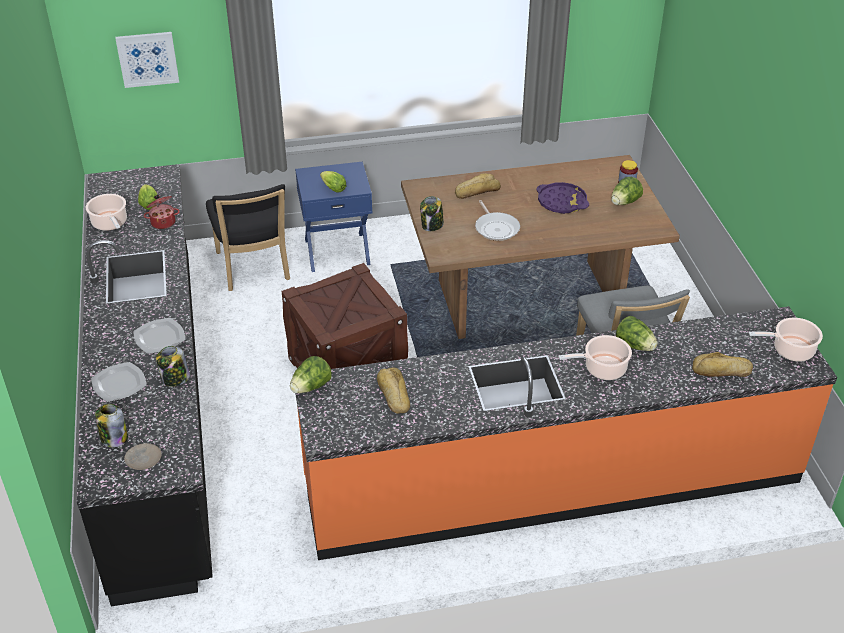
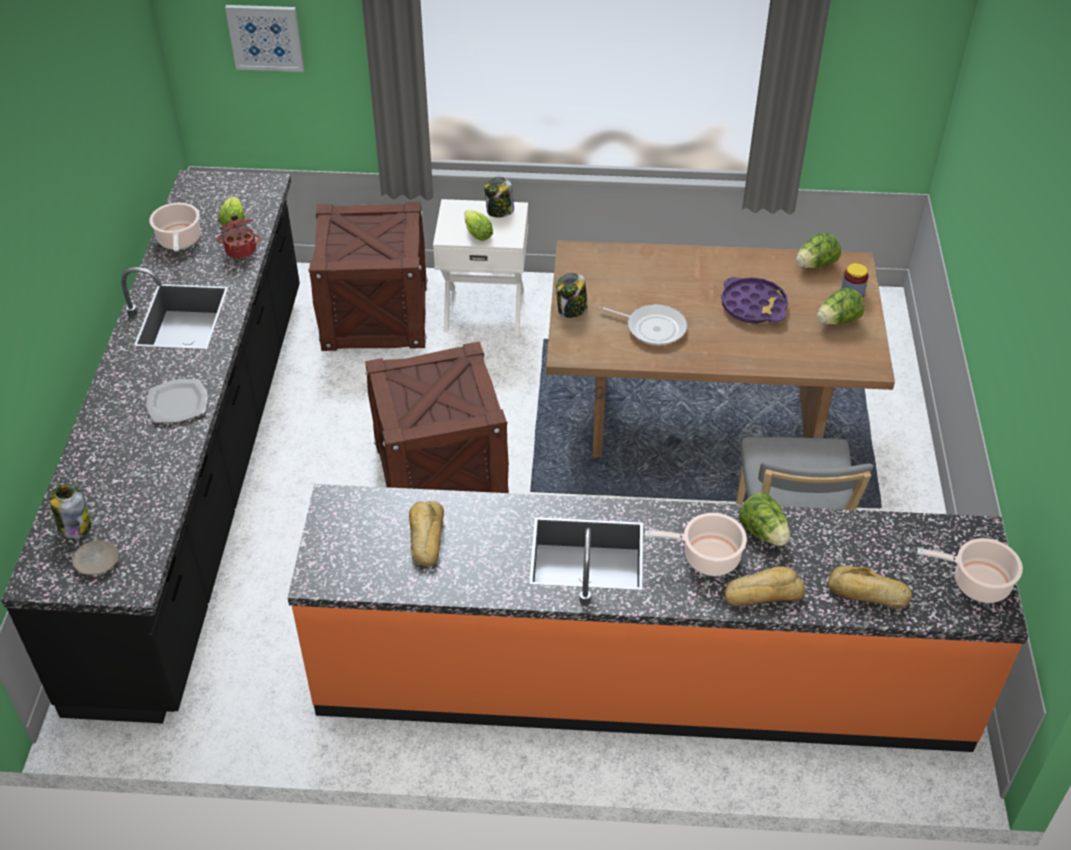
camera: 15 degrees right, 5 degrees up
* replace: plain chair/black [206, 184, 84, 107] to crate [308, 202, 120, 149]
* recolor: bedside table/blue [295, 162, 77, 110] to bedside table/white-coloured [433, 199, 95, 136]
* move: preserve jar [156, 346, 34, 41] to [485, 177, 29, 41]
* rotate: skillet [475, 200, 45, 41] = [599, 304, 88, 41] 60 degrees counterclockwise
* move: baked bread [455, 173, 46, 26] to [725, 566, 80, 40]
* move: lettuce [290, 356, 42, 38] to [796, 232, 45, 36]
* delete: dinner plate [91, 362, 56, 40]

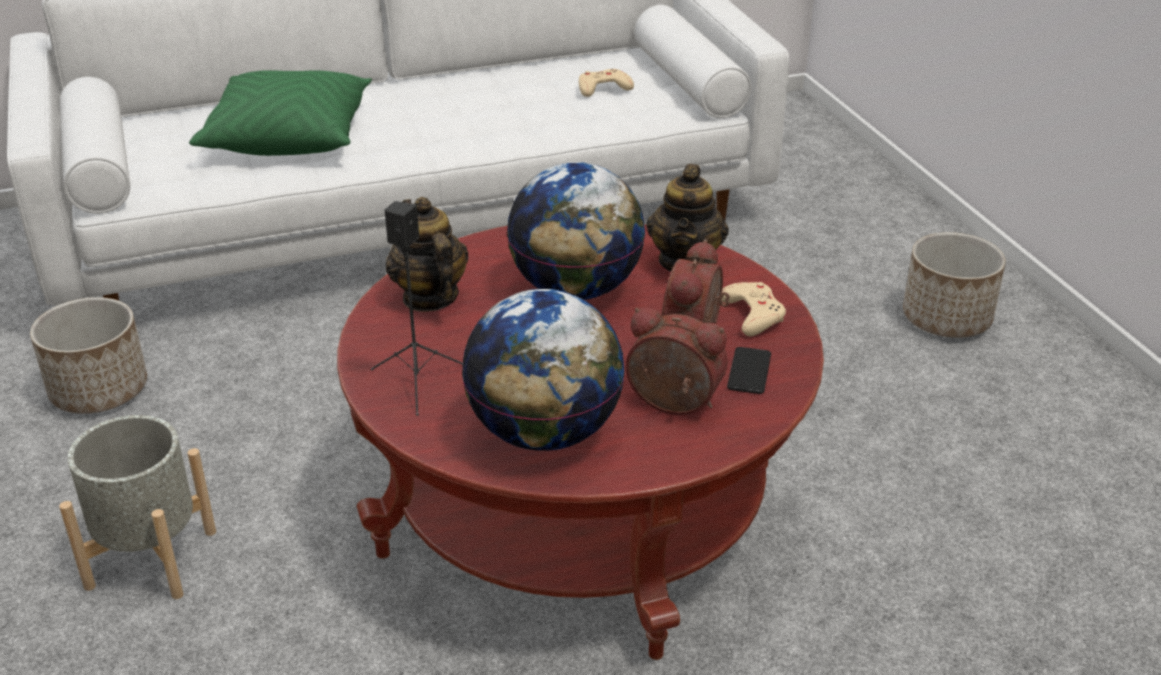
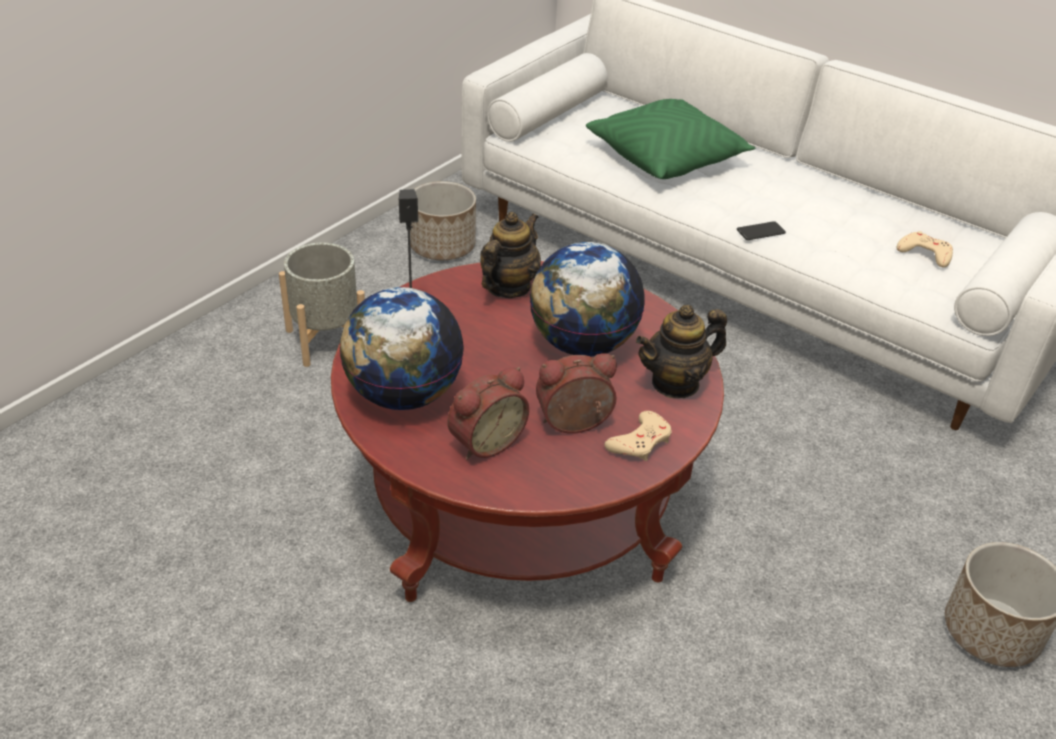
camera: 55 degrees right, 5 degrees up
* rotate: table clock [626, 308, 102, 107] = [447, 367, 82, 93] 60 degrees clockwise
* move: telephone [727, 347, 44, 47] to [737, 221, 49, 19]

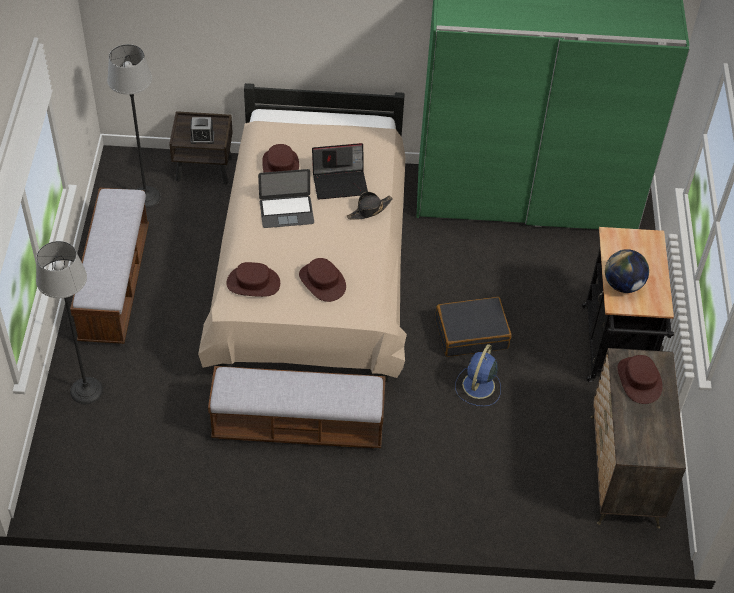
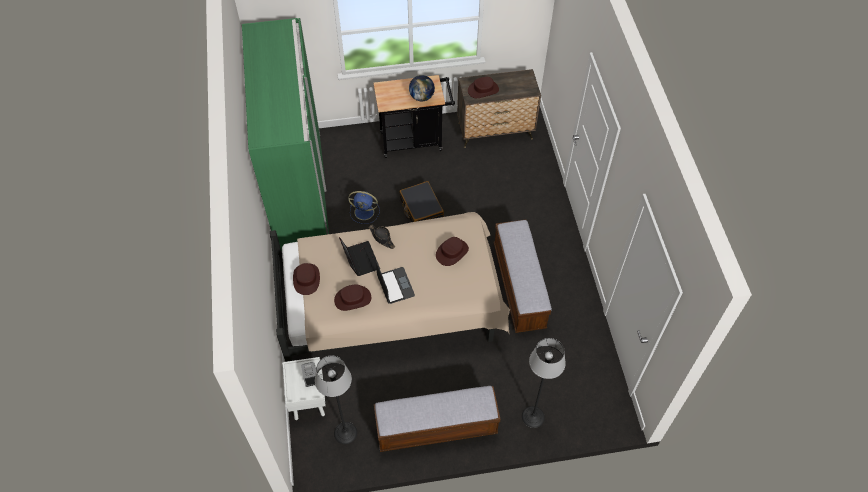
camera: 100 degrees left, 5 degrees up
* recolor: bedside table/brownish [169, 111, 64, 73] to bedside table/white-coloured [283, 357, 43, 63]
* move: wearable hat/brownish [226, 262, 54, 35] to [293, 263, 27, 32]
* move: fan/blue [455, 344, 46, 62] to [348, 191, 32, 33]

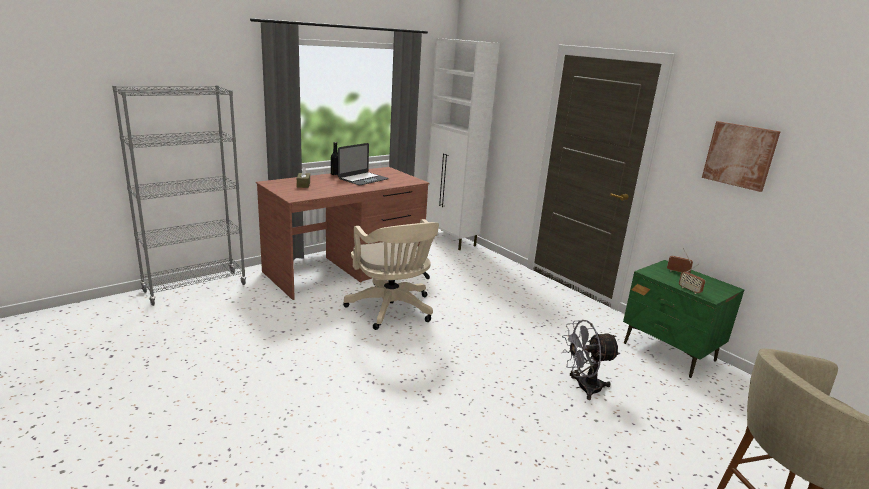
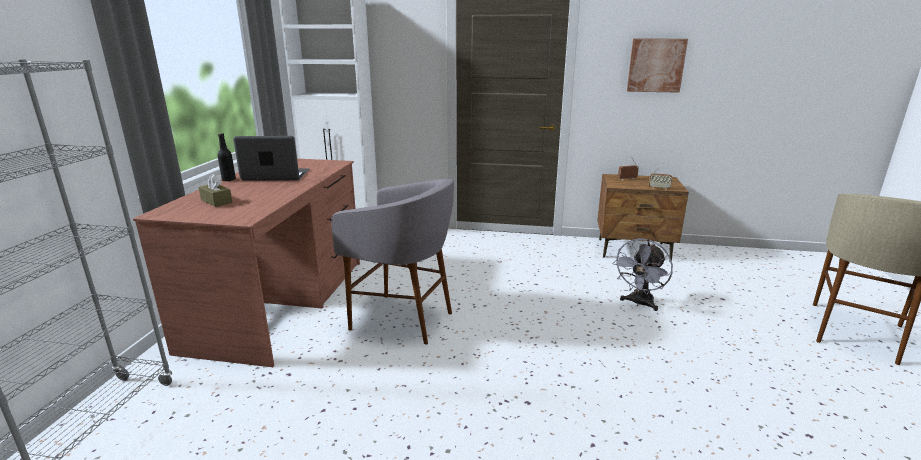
camera: 40 degrees left, 0 degrees up
* rotate: notebook computer [338, 143, 51, 42] = [233, 136, 76, 45] 90 degrees counterclockwise
* replace: desk chair/sand-coloured [343, 219, 96, 111] to stool/grey [331, 179, 123, 166]
* recolor: bedside table/green [623, 260, 121, 118] to bedside table/brownish [597, 174, 92, 88]

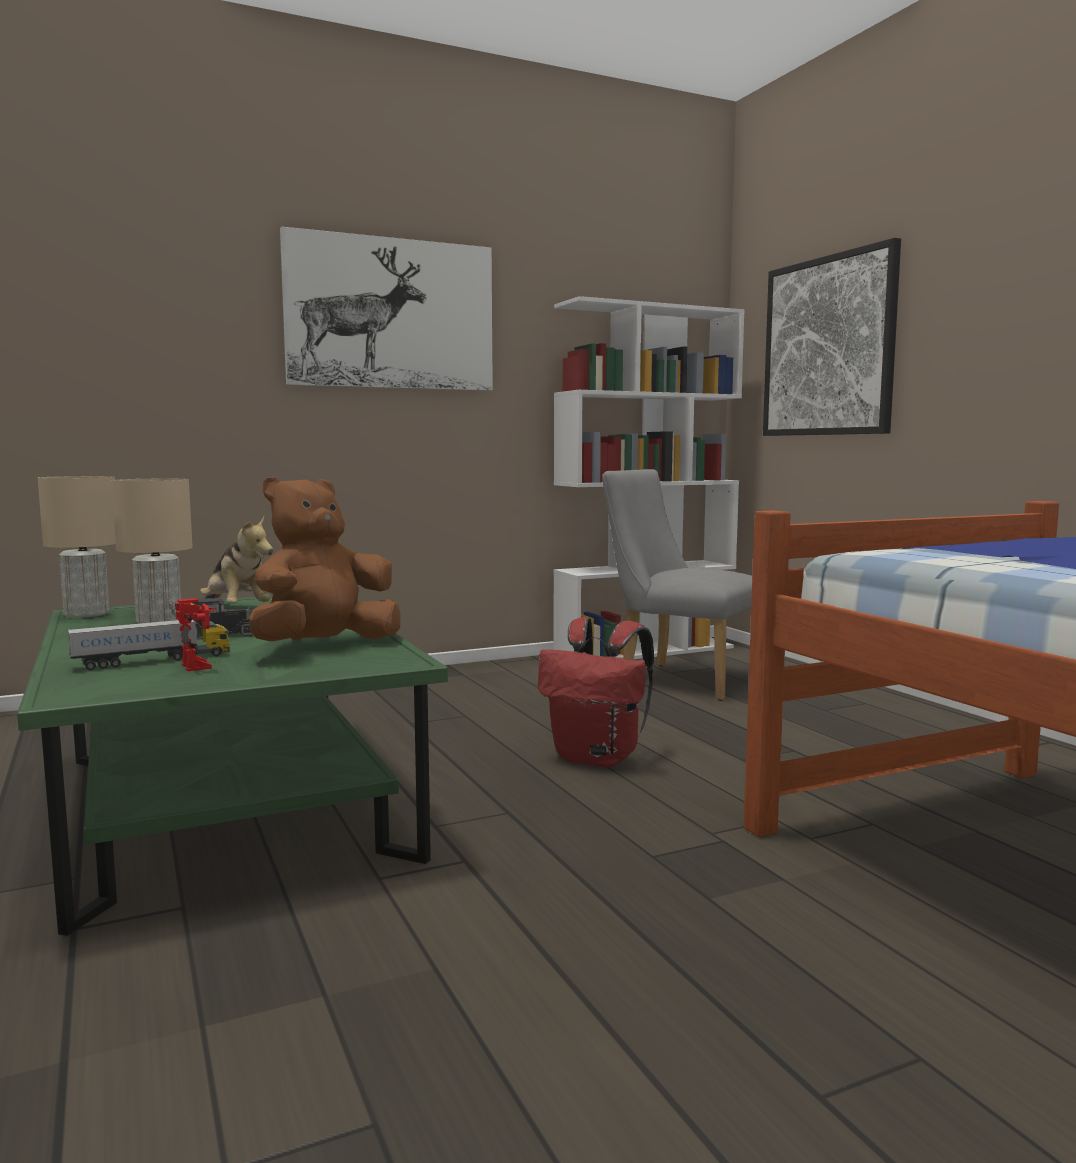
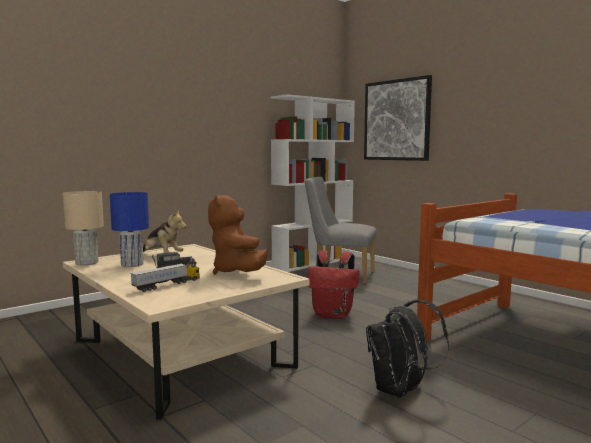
camera: 15 degrees left, 0 degrees up
* recolor: low table/green [17, 596, 431, 340] to low table/sand-coloured [63, 244, 247, 176]
* recolor: lamp for a table/sand-coloured [111, 479, 82, 145] to lamp for a table/blue [110, 192, 39, 75]
* rotate: plush toy/brownish [249, 477, 152, 164] = [208, 194, 60, 80] 45 degrees counterclockwise
* insert: backpack/black [366, 300, 83, 98]
* delete: toy robot [175, 598, 41, 73]
* delete: wall picture [280, 227, 213, 164]

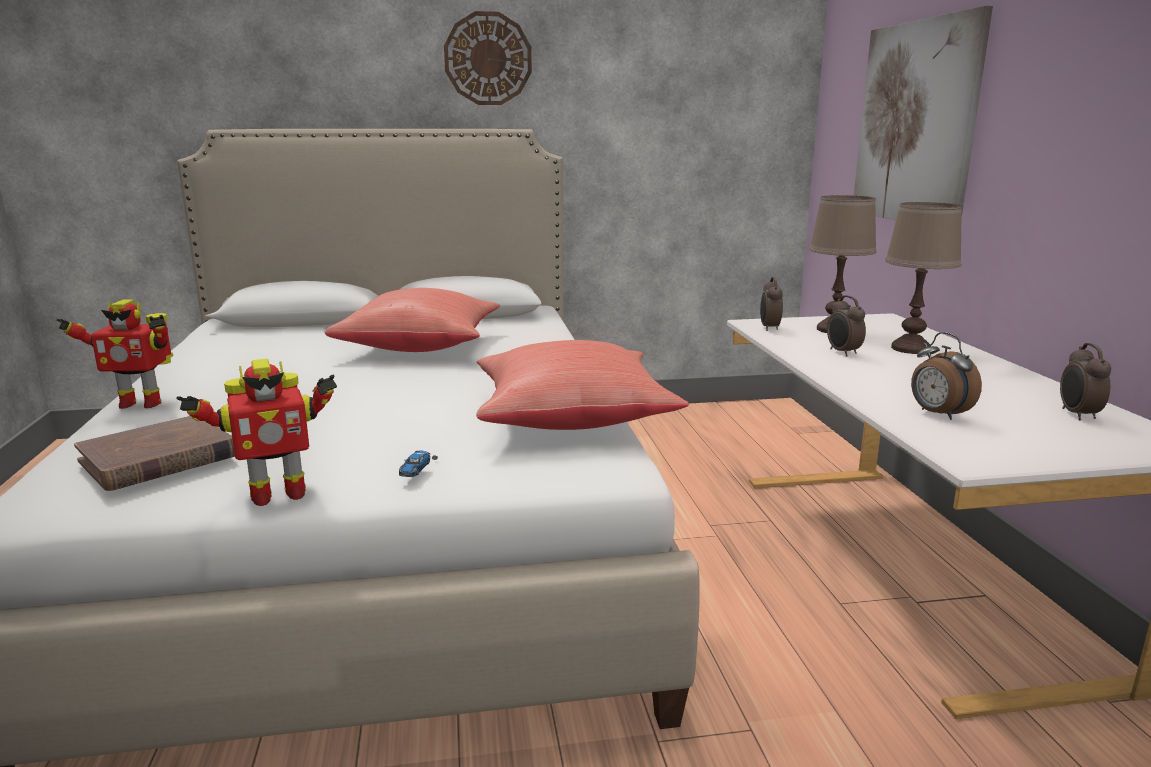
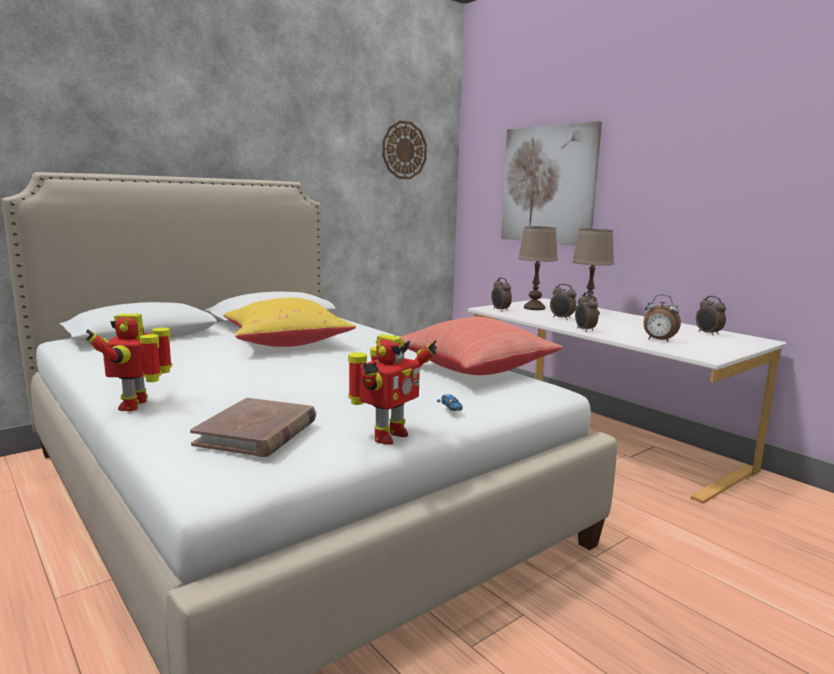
camera: 30 degrees left, 5 degrees down
* rotate: toy robot [56, 299, 117, 110] = [86, 313, 86, 98] 120 degrees clockwise
* recolor: pillow/reddish [324, 288, 176, 64] to pillow/yellow-coloured [223, 298, 133, 49]
* move: wall clock [444, 11, 88, 94] to [382, 121, 45, 58]
* insert: table clock [575, 292, 23, 40]

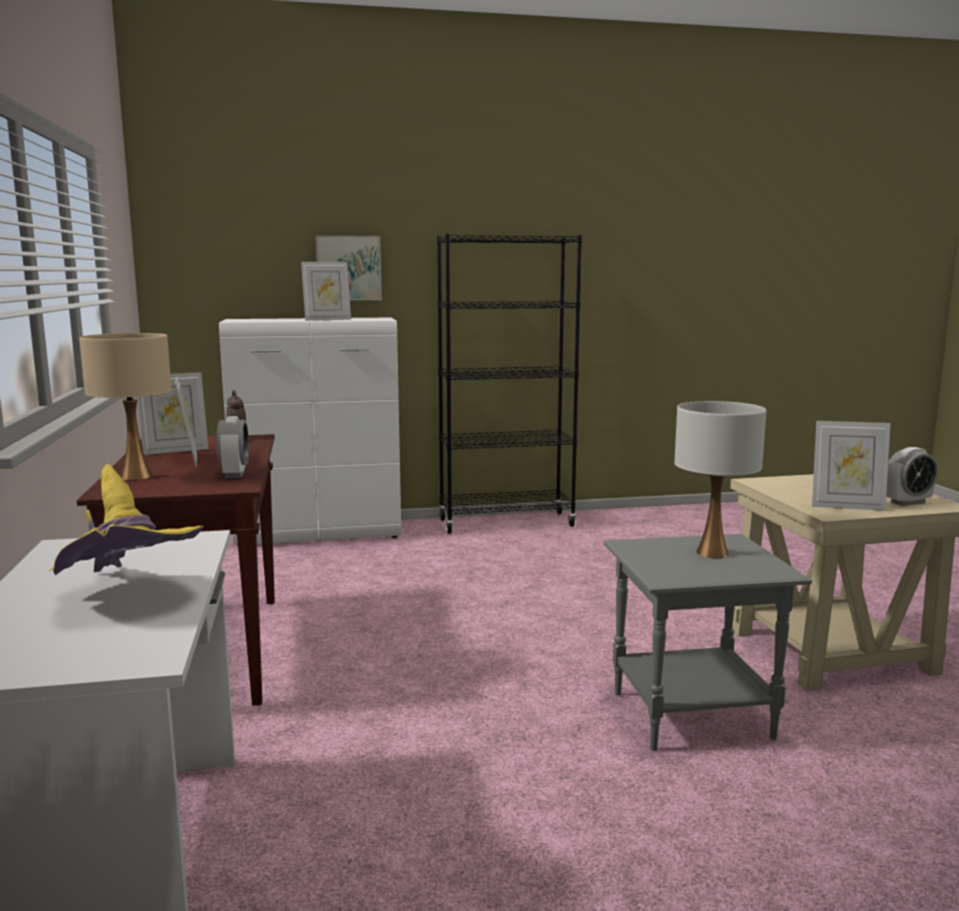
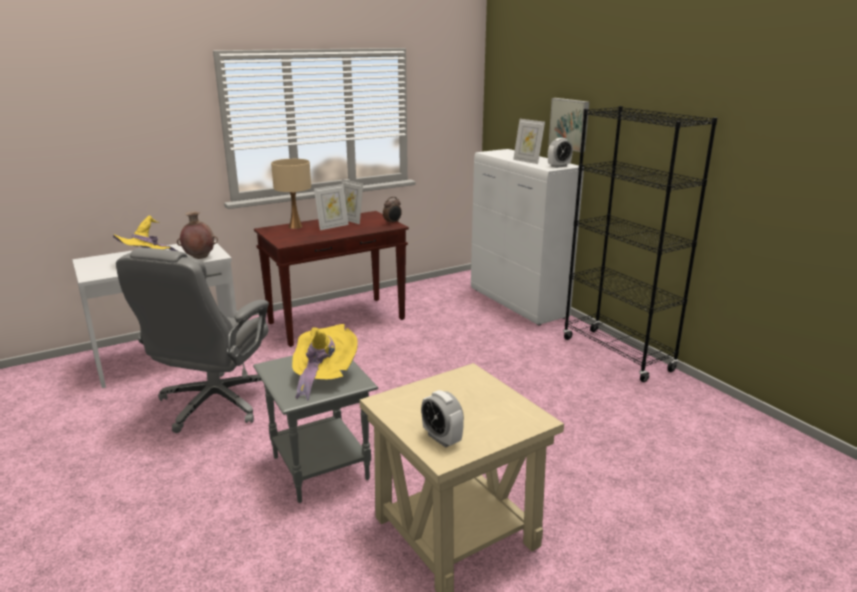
camera: 70 degrees right, 10 degrees up
* insert: desk chair/grey [116, 248, 153, 185]
* insert: flower vase/brownish [177, 211, 41, 48]
* replace: lamp for a table/white-coloured [674, 401, 92, 157] to wearable hat/yellow-coloured [292, 324, 66, 77]
* move: table clock [217, 416, 32, 62] to [548, 138, 25, 30]
* delete: photo frame [812, 421, 78, 89]

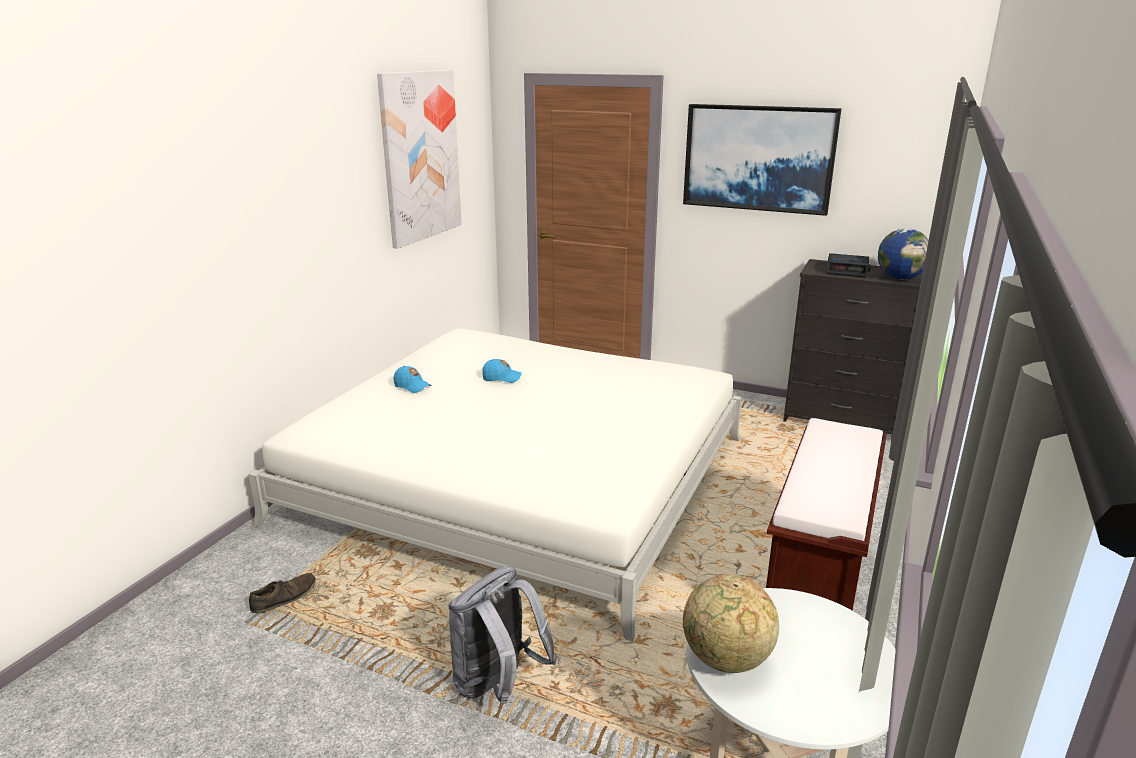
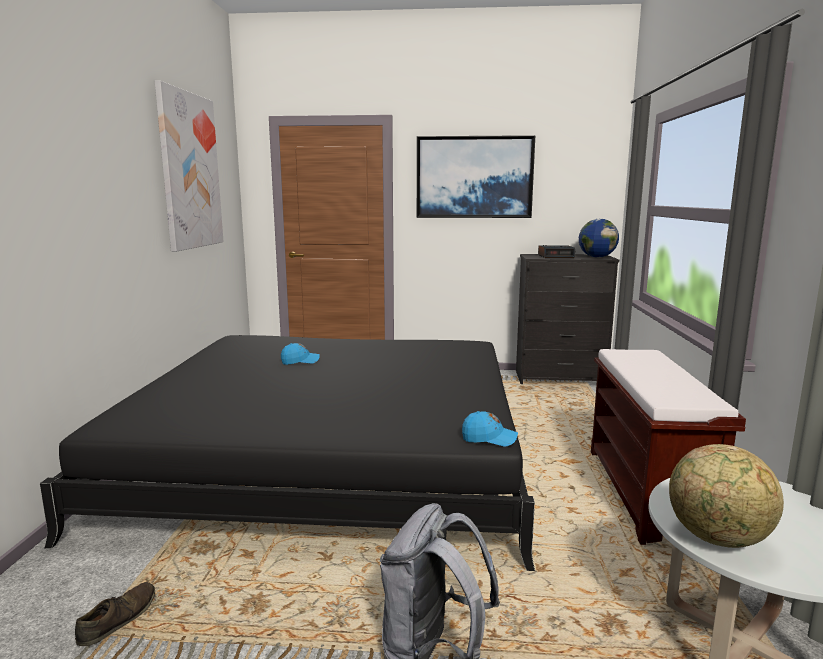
camera: 20 degrees left, 10 degrees down
* recolor: bedroom bed/white-coloured [248, 329, 494, 312] to bedroom bed/black [40, 335, 495, 236]
* move: peaked cap/blue [393, 366, 38, 27] to [462, 411, 56, 36]

